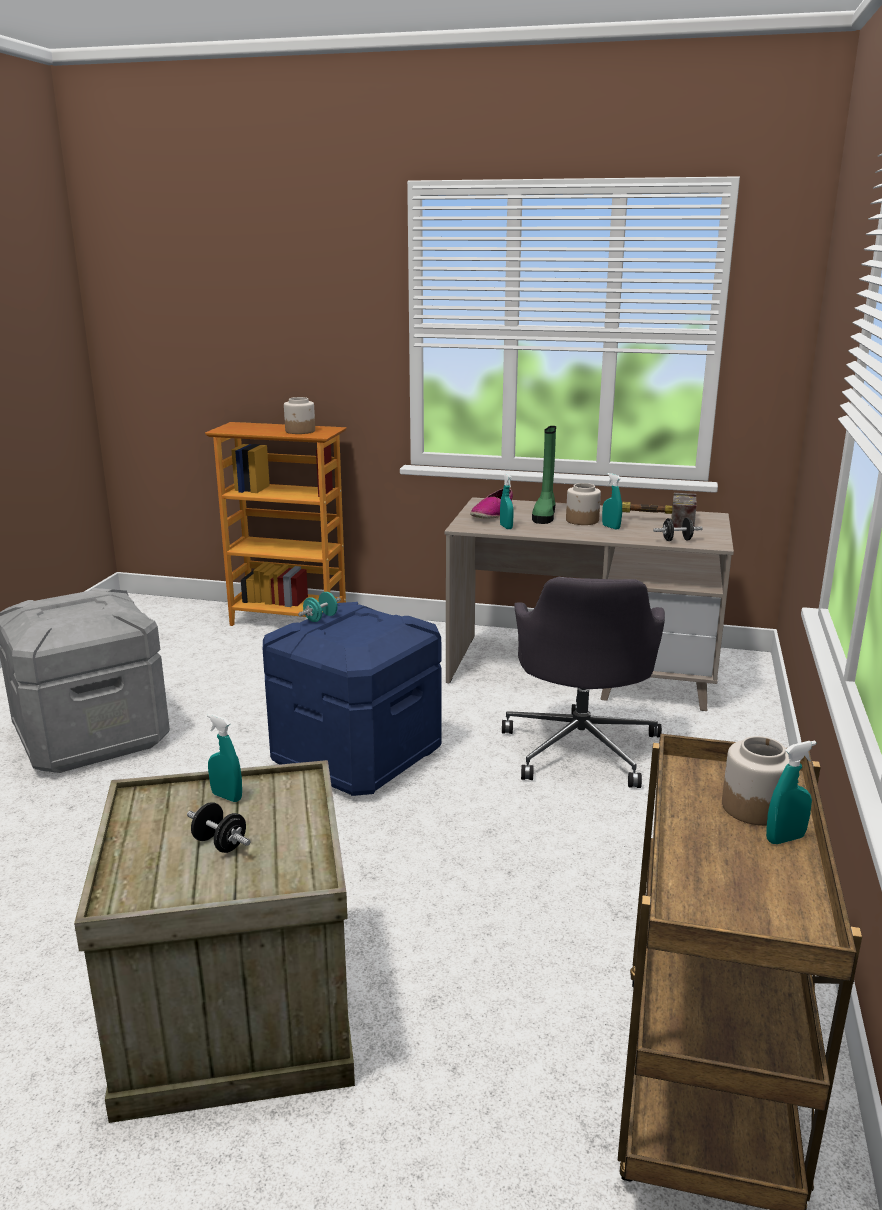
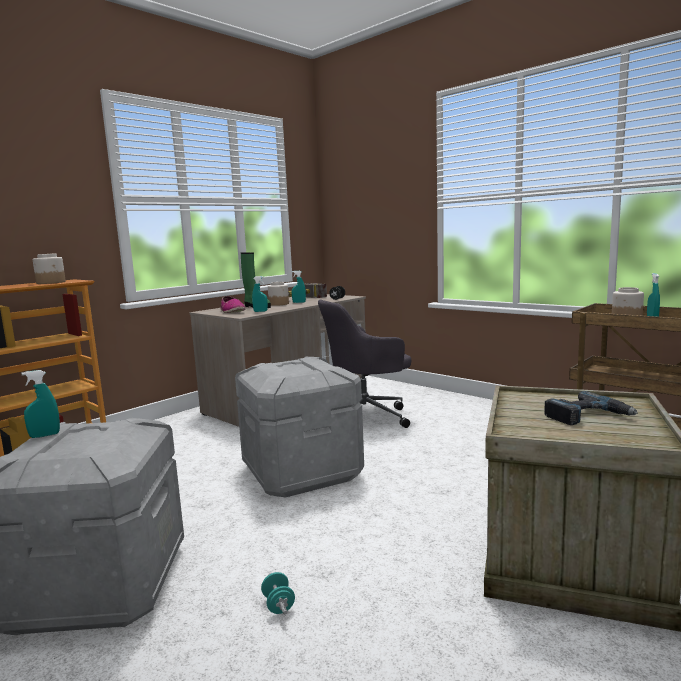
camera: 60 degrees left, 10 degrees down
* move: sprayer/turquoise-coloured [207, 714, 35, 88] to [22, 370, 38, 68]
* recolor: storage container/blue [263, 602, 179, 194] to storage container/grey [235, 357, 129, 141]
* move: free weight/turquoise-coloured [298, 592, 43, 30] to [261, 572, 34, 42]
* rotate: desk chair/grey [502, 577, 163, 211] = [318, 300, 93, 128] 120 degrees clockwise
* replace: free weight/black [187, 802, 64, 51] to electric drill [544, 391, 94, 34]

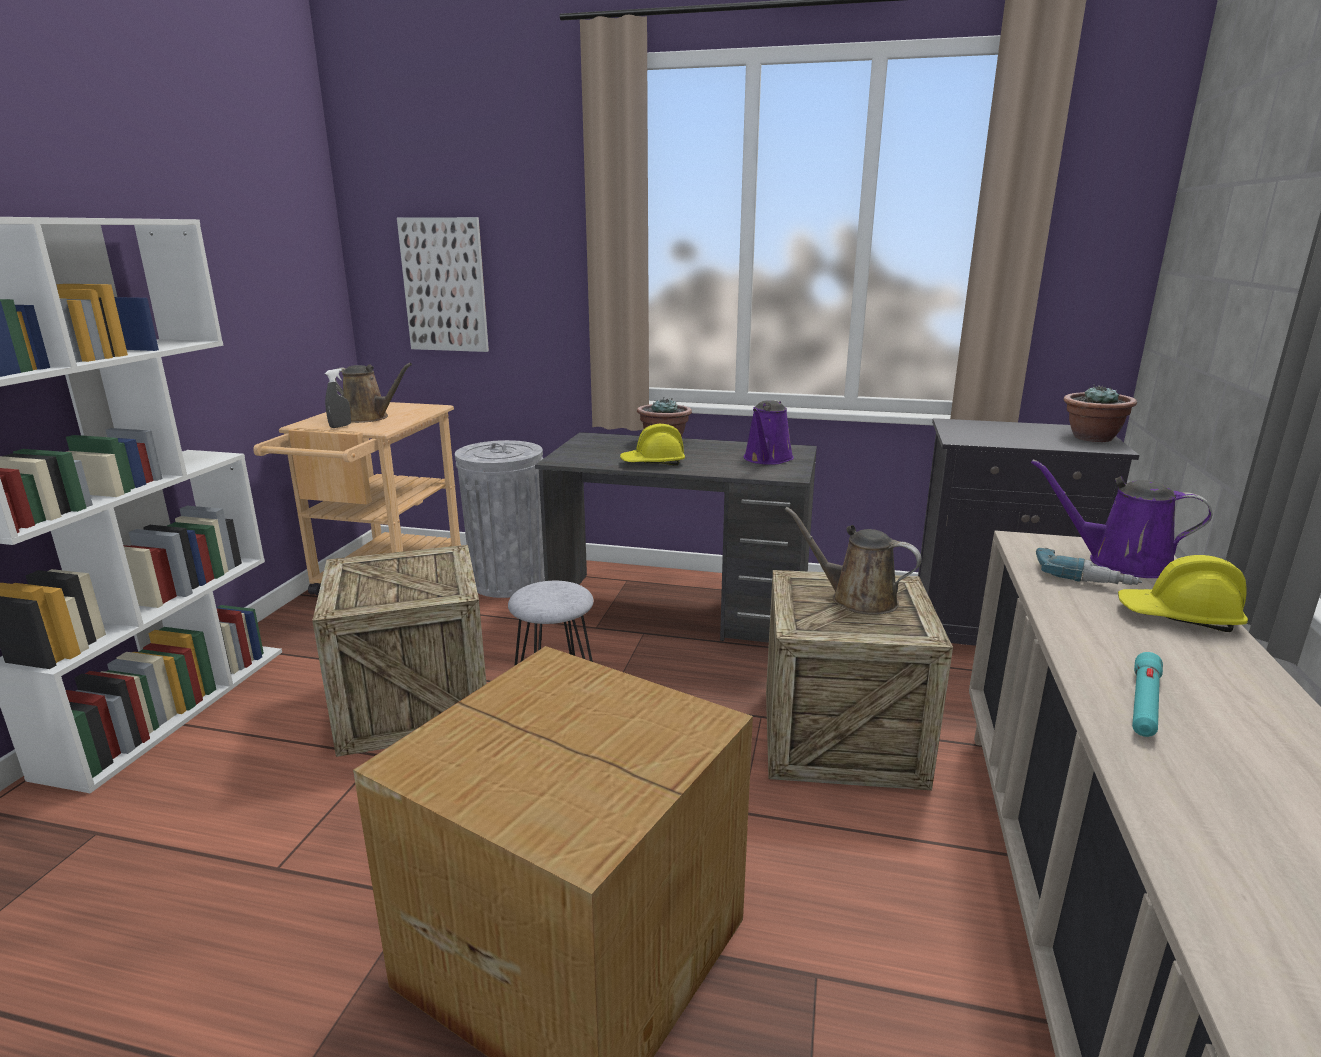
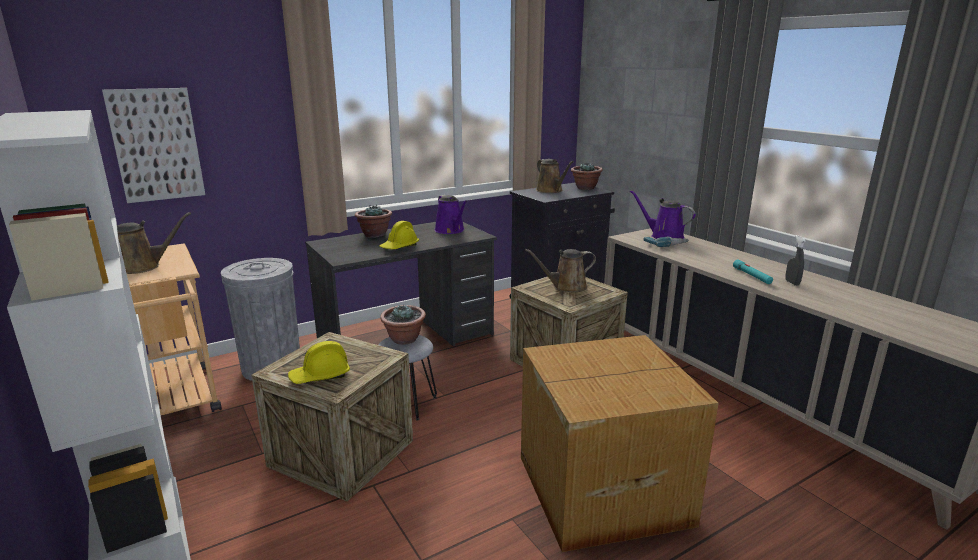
camera: 45 degrees left, 0 degrees up
* move: work helmet/yellow-coloured [1118, 555, 130, 77] to [288, 341, 62, 43]
* insert: houseplant [380, 305, 46, 40]
* insert: sprinkling can/brownish [536, 159, 38, 34]
* rotate: sprinkling can/purplish [1031, 459, 181, 119] = [630, 190, 65, 49] 60 degrees clockwise
* move: sprayer/grey [325, 369, 26, 59] to [785, 235, 21, 51]

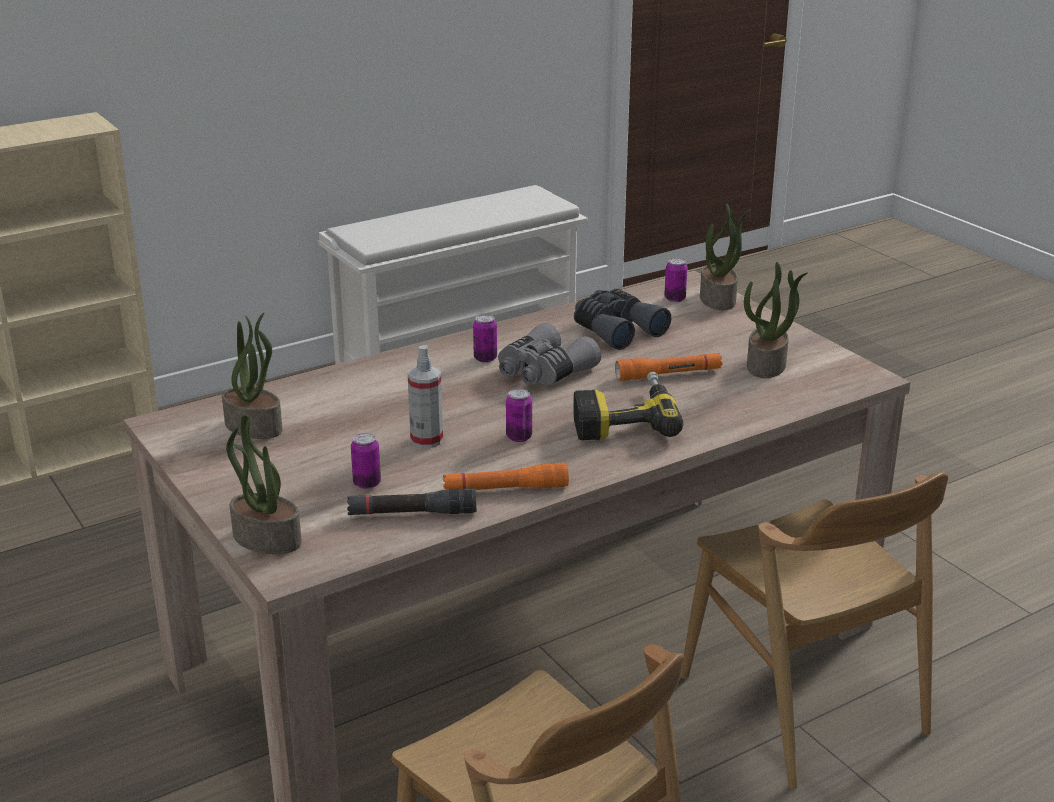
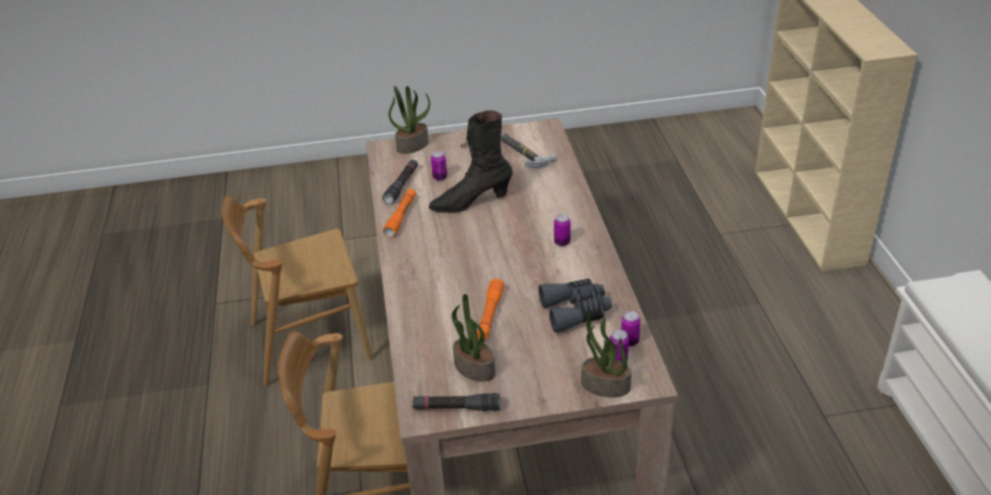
camera: 115 degrees right, 10 degrees up
* insert: torch/black [412, 393, 88, 18]
* replace: sprayer [408, 345, 35, 103] to boot/black [429, 110, 84, 103]
* replace: houseplant [222, 313, 61, 126] to hammer [501, 133, 56, 35]
* move: sealed can [506, 389, 26, 53] to [621, 311, 19, 35]
* delete: binoculars/grey [498, 323, 103, 62]
* delete: electric drill [573, 371, 110, 69]

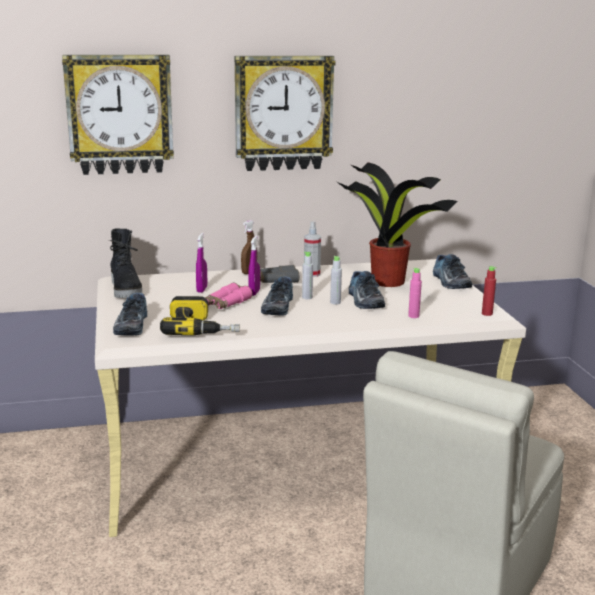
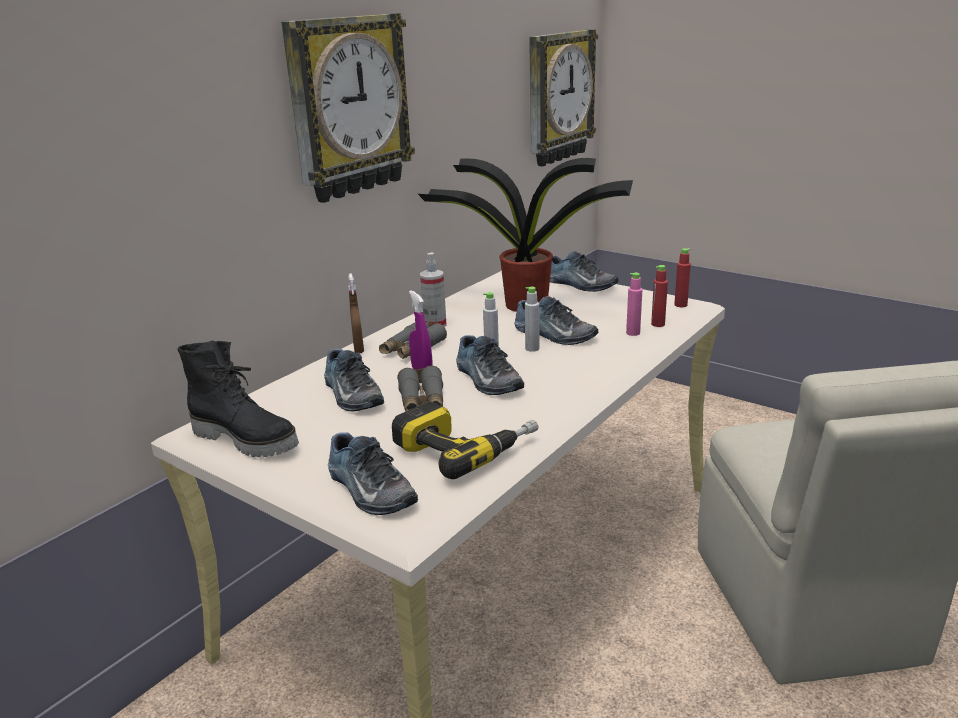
camera: 40 degrees left, 5 degrees up
* replace: sprayer/purplish [196, 233, 11, 60] to shoe [324, 349, 60, 62]
* recolor: binoculars/pink-coloured [205, 283, 48, 26] to binoculars/grey [397, 366, 46, 46]
* move: wall clock [62, 55, 112, 120] to [529, 29, 69, 138]
* insert: bottle/reddish [651, 265, 17, 62]

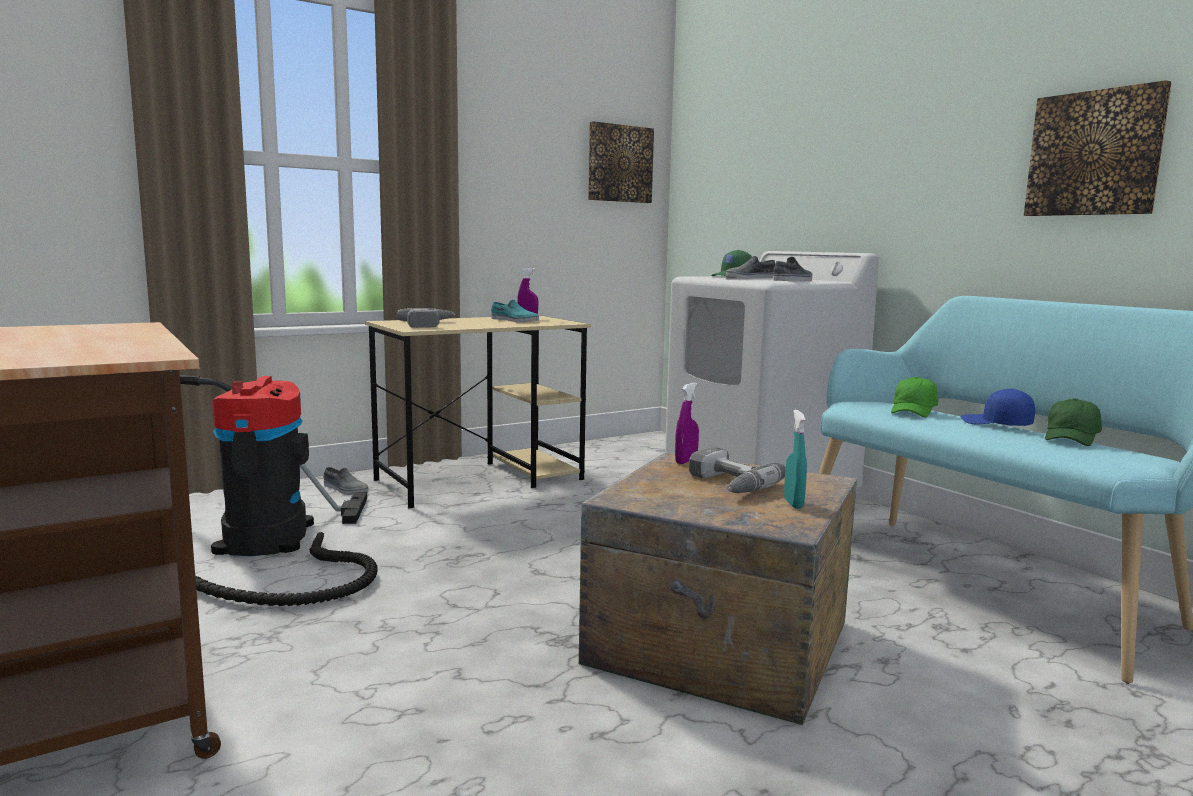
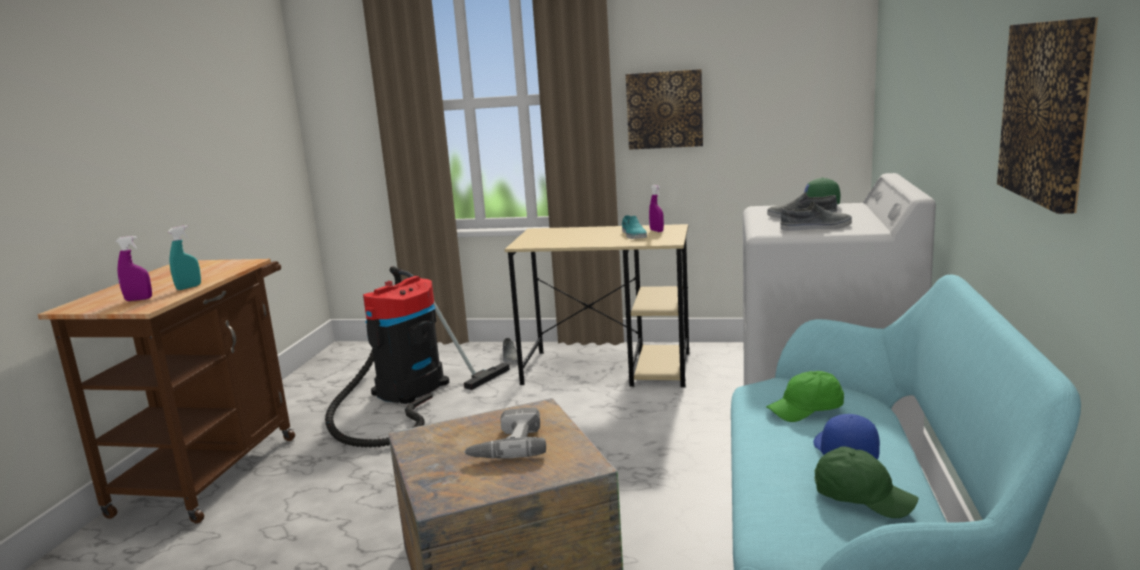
camera: 45 degrees right, 5 degrees up
* move: sprayer/purplish [675, 383, 24, 81] to [115, 236, 37, 65]
* move: sprayer/turquoise-coloured [784, 410, 23, 98] to [168, 225, 33, 65]
* move: wall picture [588, 121, 66, 82] to [626, 69, 77, 81]
* rotate: peaked cap/green [1045, 398, 57, 48] = [814, 446, 105, 72] 135 degrees counterclockwise
* delete: electric drill [397, 308, 58, 20]

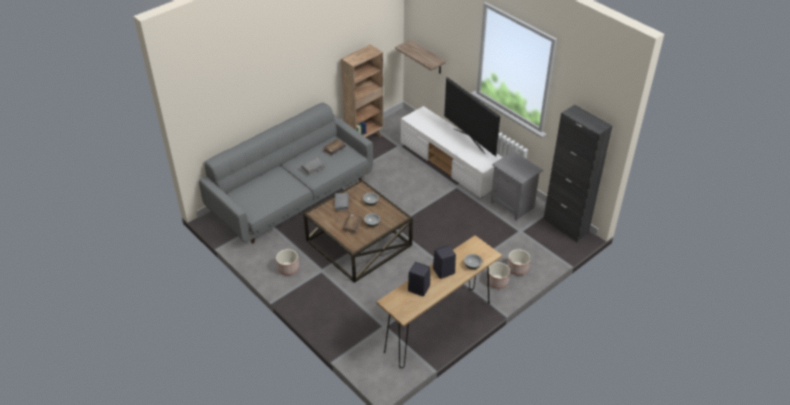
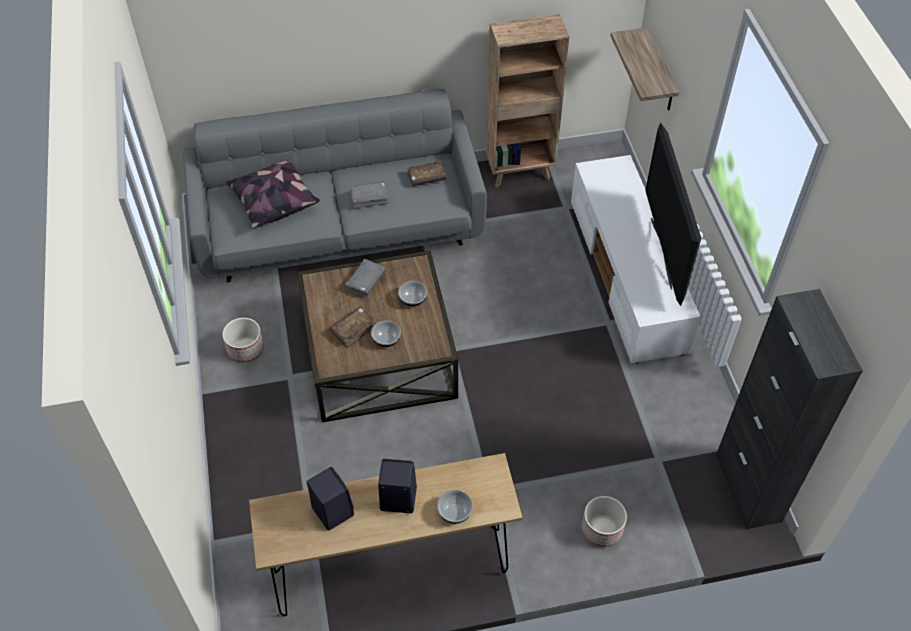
camera: 30 degrees right, 10 degrees up
* insert: pillow [226, 161, 94, 67]
* delete: plant pot [487, 262, 23, 27]
* delete: bedside table/grey [491, 151, 52, 70]

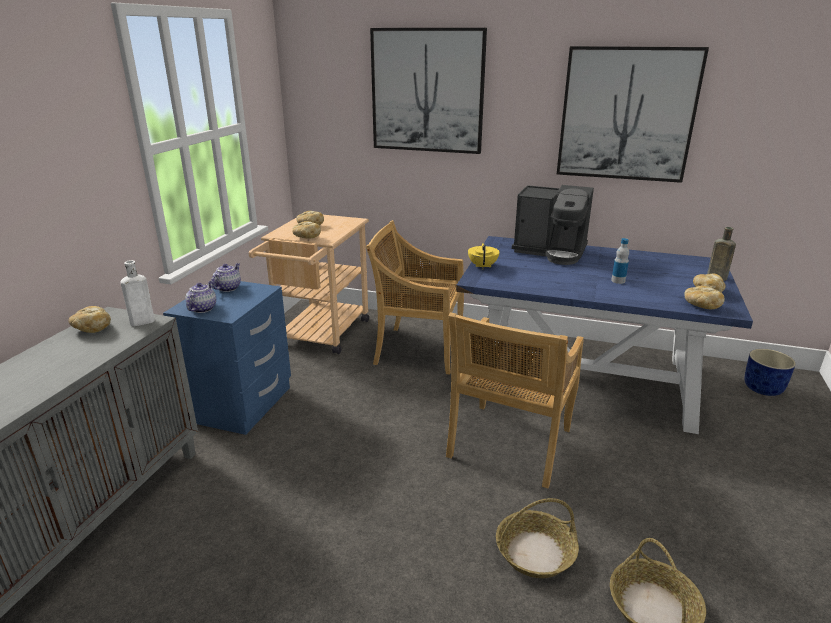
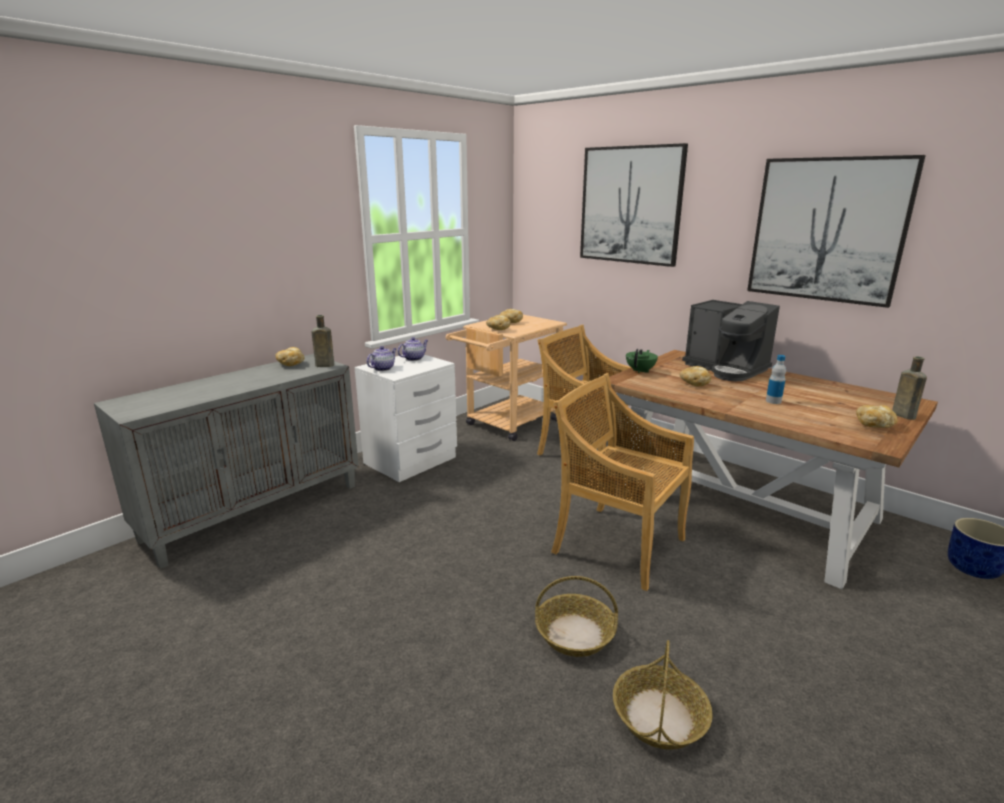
camera: 25 degrees right, 5 degrees down
* recolor: bottle/white-coloured [120, 260, 35, 66] to bottle/brownish [312, 315, 22, 52]
* recolor: bedside table/blue [163, 281, 128, 154] to bedside table/white-coloured [355, 355, 102, 127]
* rotate: plain chair/sand-coloured [446, 312, 138, 176] = [551, 373, 143, 218] 75 degrees clockwise
* recolor: dinner table/blue [456, 236, 297, 198] to dinner table/brownish [609, 350, 329, 239]
* recolor: pot for tea/yellow-coloured [468, 243, 31, 25] to pot for tea/green [626, 349, 32, 24]
* move: baked bread [684, 286, 41, 23] to [679, 366, 32, 20]

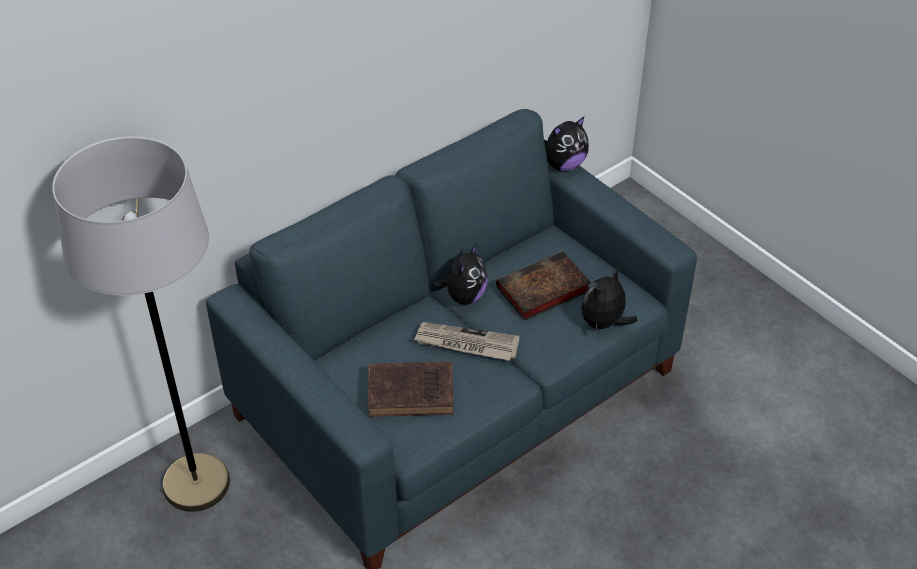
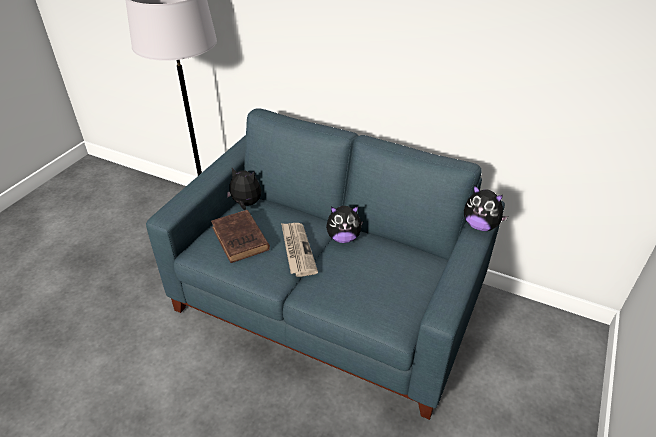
camera: 65 degrees right, 5 degrees down
* move: plush toy [581, 267, 57, 65] to [227, 168, 34, 42]
* delete: bound book [496, 251, 95, 70]

